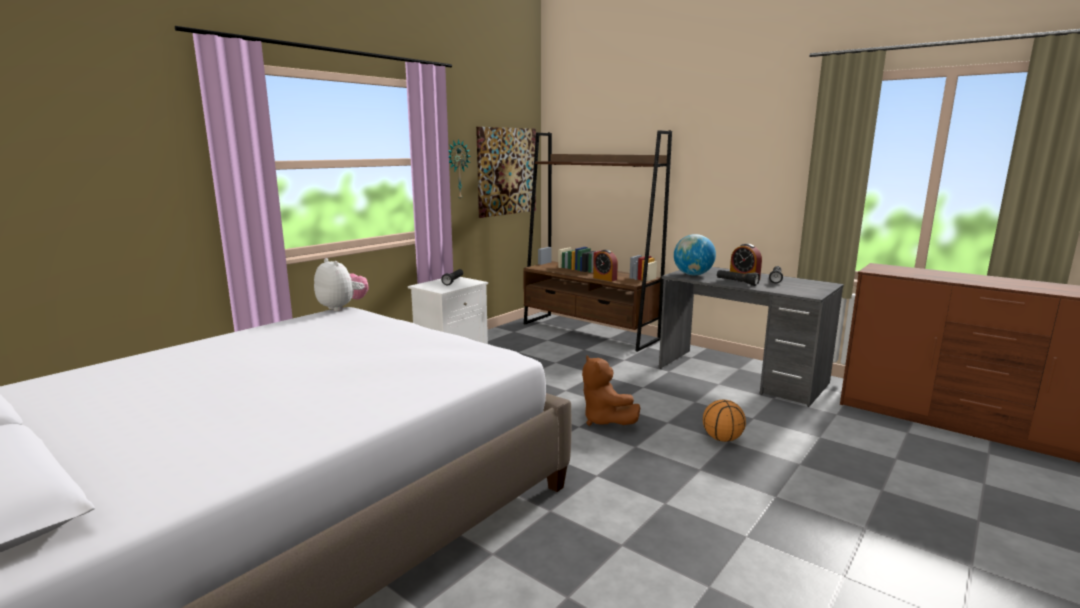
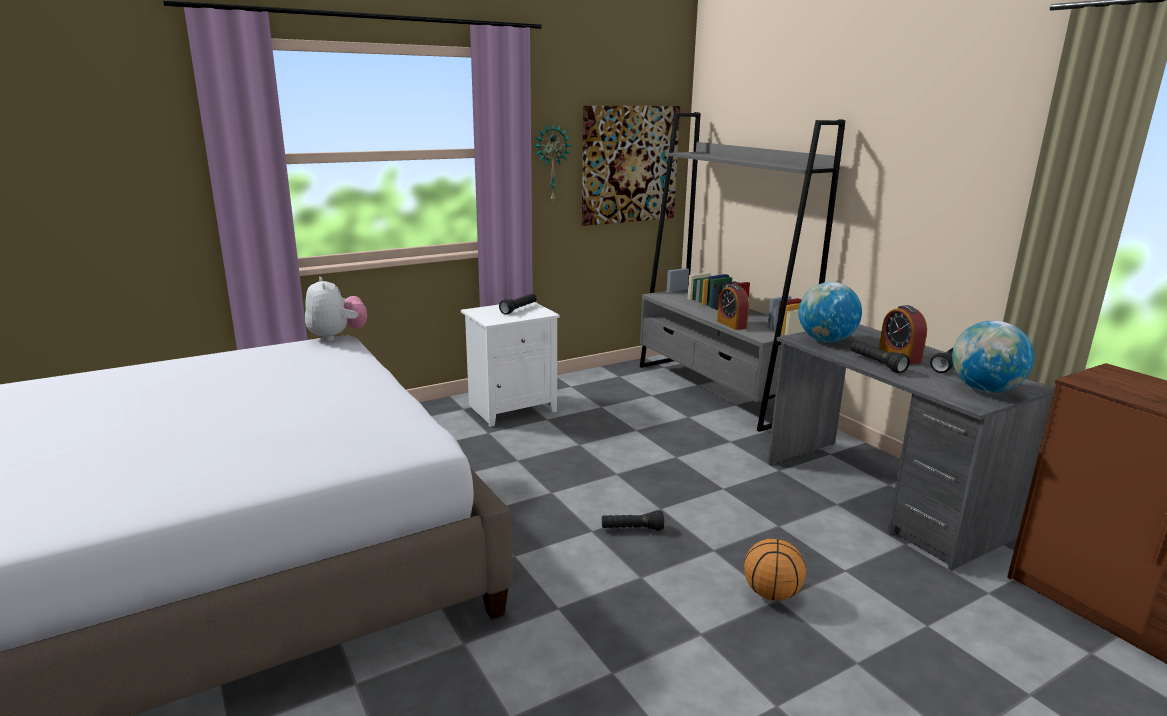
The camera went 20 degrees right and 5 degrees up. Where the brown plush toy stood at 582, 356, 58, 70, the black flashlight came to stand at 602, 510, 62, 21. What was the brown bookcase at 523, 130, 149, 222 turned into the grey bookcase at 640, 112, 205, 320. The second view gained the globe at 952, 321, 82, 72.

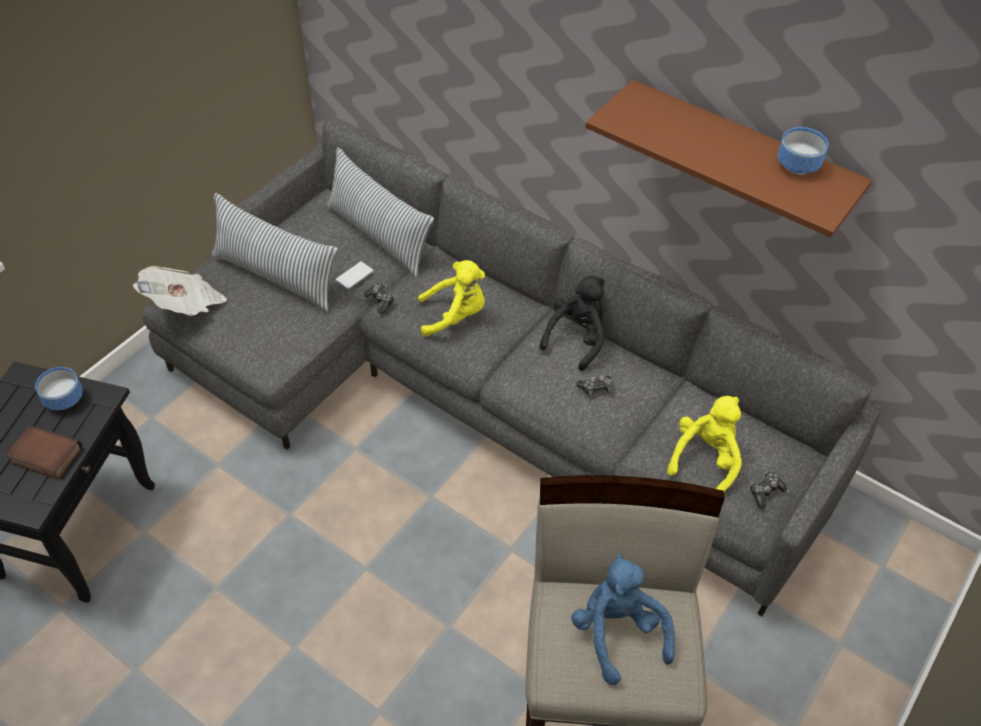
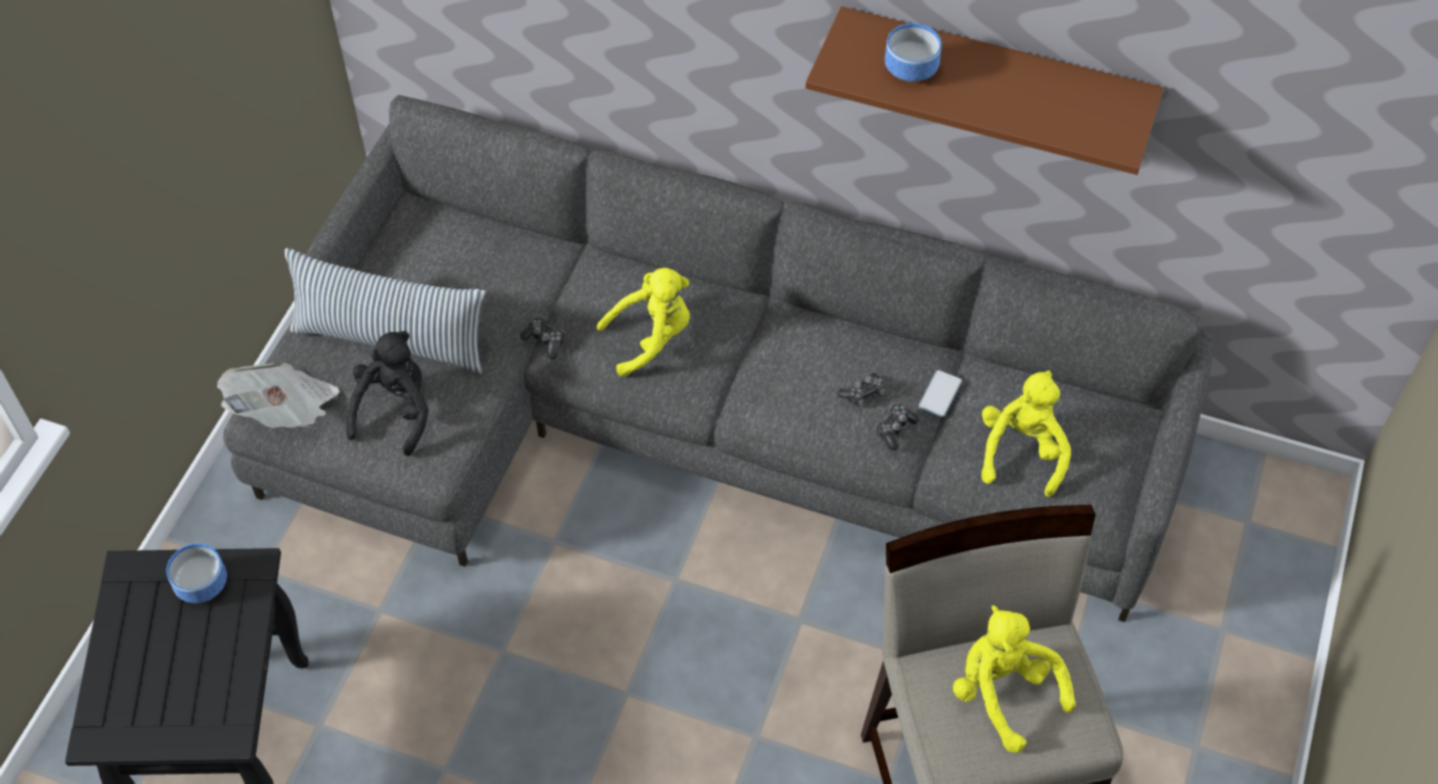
The camera went 15 degrees left and 5 degrees up. The black plush toy ended up elsewhere, having gone from 539, 276, 66, 95 to 346, 331, 83, 125. The game controller ended up elsewhere, having gone from 750, 471, 37, 37 to 876, 404, 43, 46. The bowl ended up elsewhere, having gone from 778, 127, 50, 48 to 885, 23, 57, 59. The phone ended up elsewhere, having gone from 335, 261, 39, 28 to 918, 370, 44, 47. What was the blue plush toy at 571, 554, 104, 131 turned into the yellow plush toy at 953, 605, 123, 148. The second view lost the book at 6, 425, 76, 54. The second view lost the pillow at 326, 148, 108, 130.

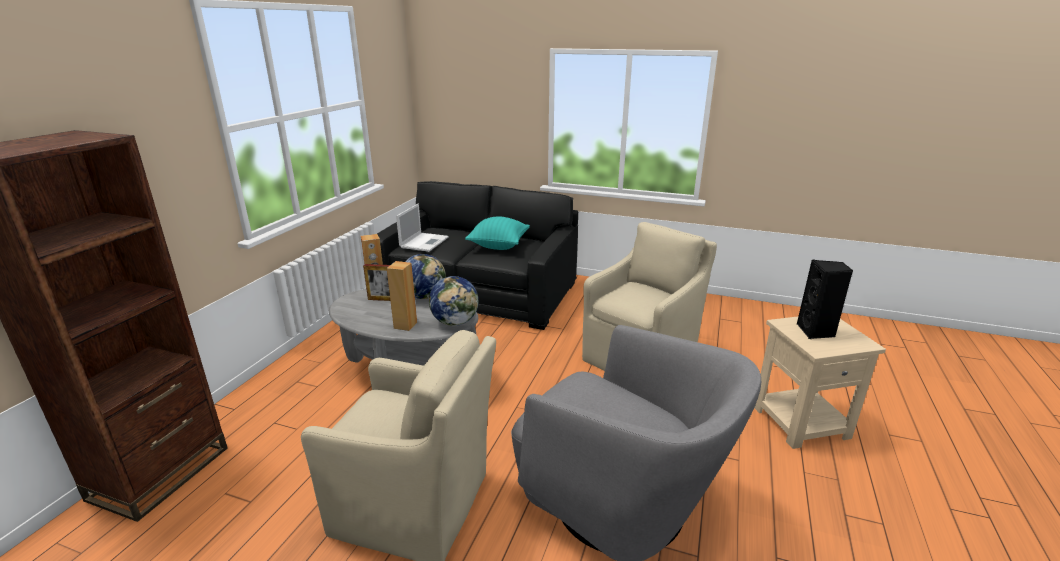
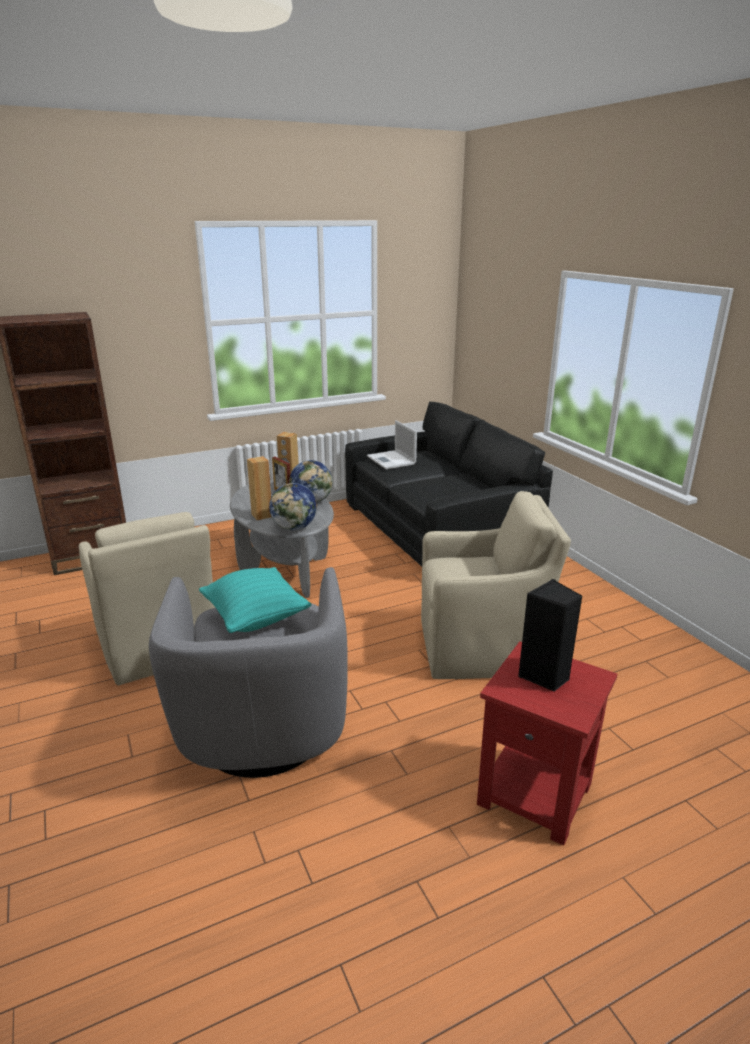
The camera went 45 degrees right and 0 degrees up. The turquoise pillow ended up elsewhere, having gone from 465, 217, 65, 33 to 199, 567, 113, 66. The laptop at 396, 204, 53, 48 ended up facing another way, 90 degrees clockwise from before. What was the beige side table at 754, 316, 132, 133 turned into the red side table at 477, 641, 140, 205.

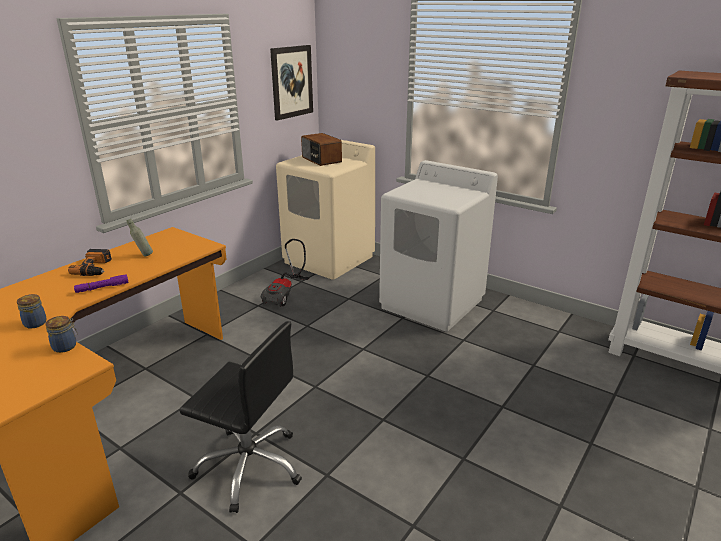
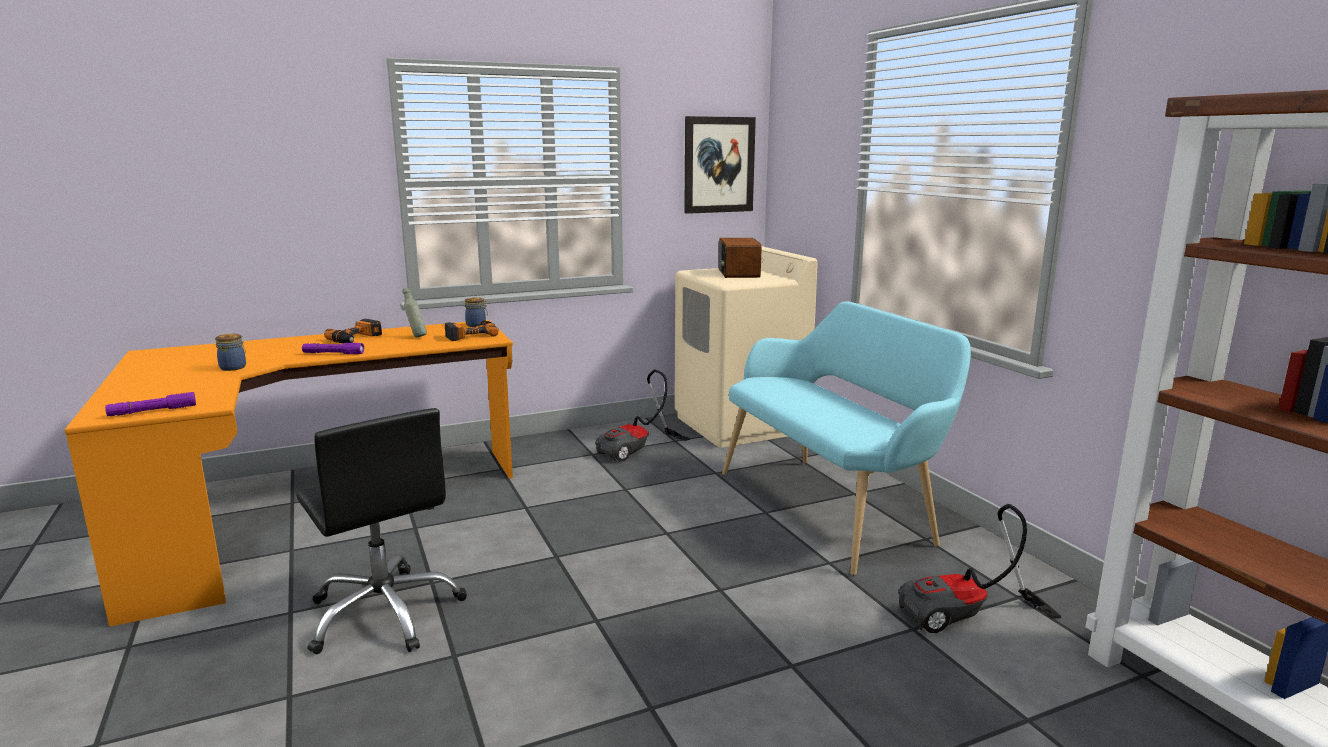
The camera went 30 degrees right and 10 degrees down. The second view gained the purple flashlight at 105, 392, 91, 24. The second view gained the power drill at 445, 320, 54, 21. The jar ended up elsewhere, having gone from 45, 316, 32, 37 to 465, 297, 23, 30. Where the white washing machine stood at 379, 160, 119, 171, the turquoise bench came to stand at 722, 301, 249, 274. The second view gained the vacuum cleaner at 898, 504, 163, 129.

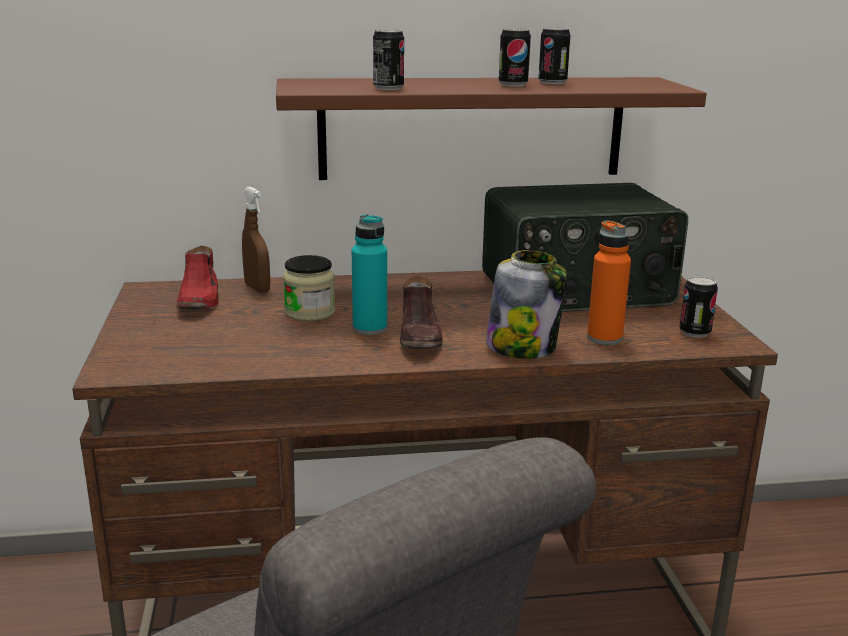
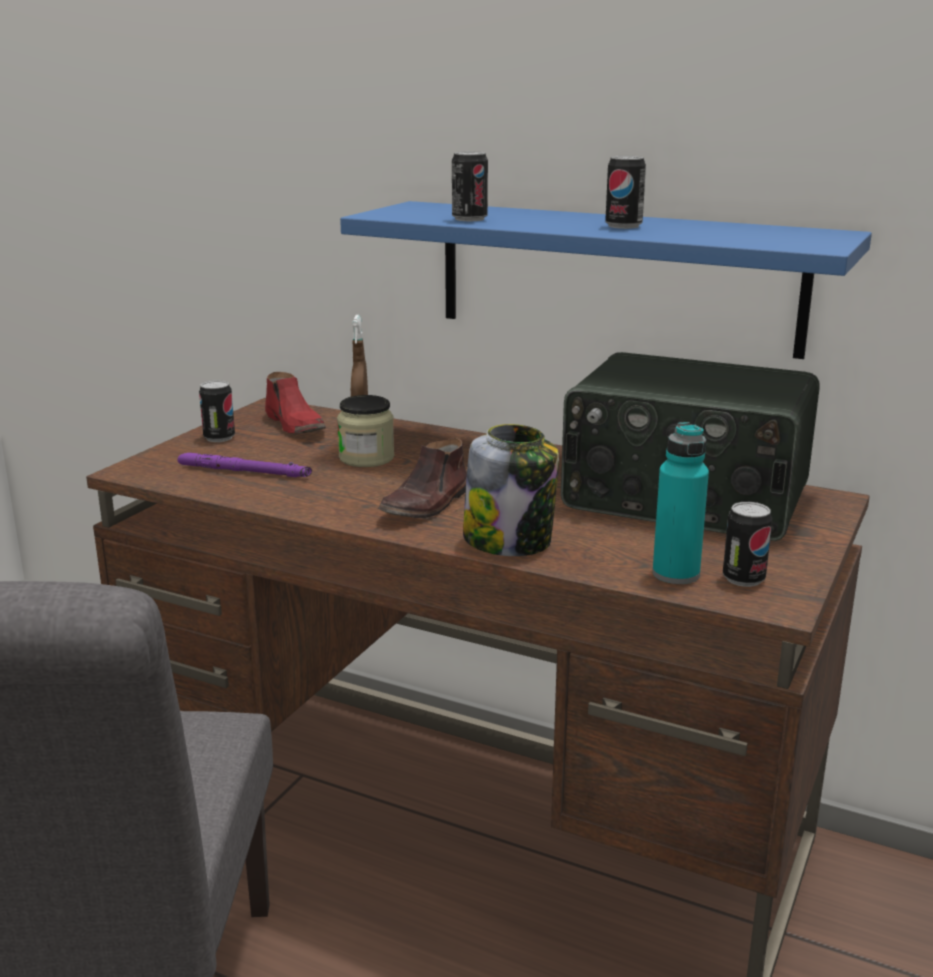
The camera went 35 degrees right and 0 degrees up. The second view gained the purple flashlight at 177, 453, 135, 24. The can ended up elsewhere, having gone from 538, 27, 32, 57 to 199, 380, 36, 62. The red shoe at 177, 246, 41, 63 ended up facing another way, 60 degrees counterclockwise from before. What was the brown shelf at 276, 77, 431, 103 turned into the blue shelf at 340, 201, 532, 158. The turquoise bottle ended up elsewhere, having gone from 352, 214, 35, 121 to 652, 422, 57, 162. The second view lost the orange bottle at 587, 220, 44, 125.

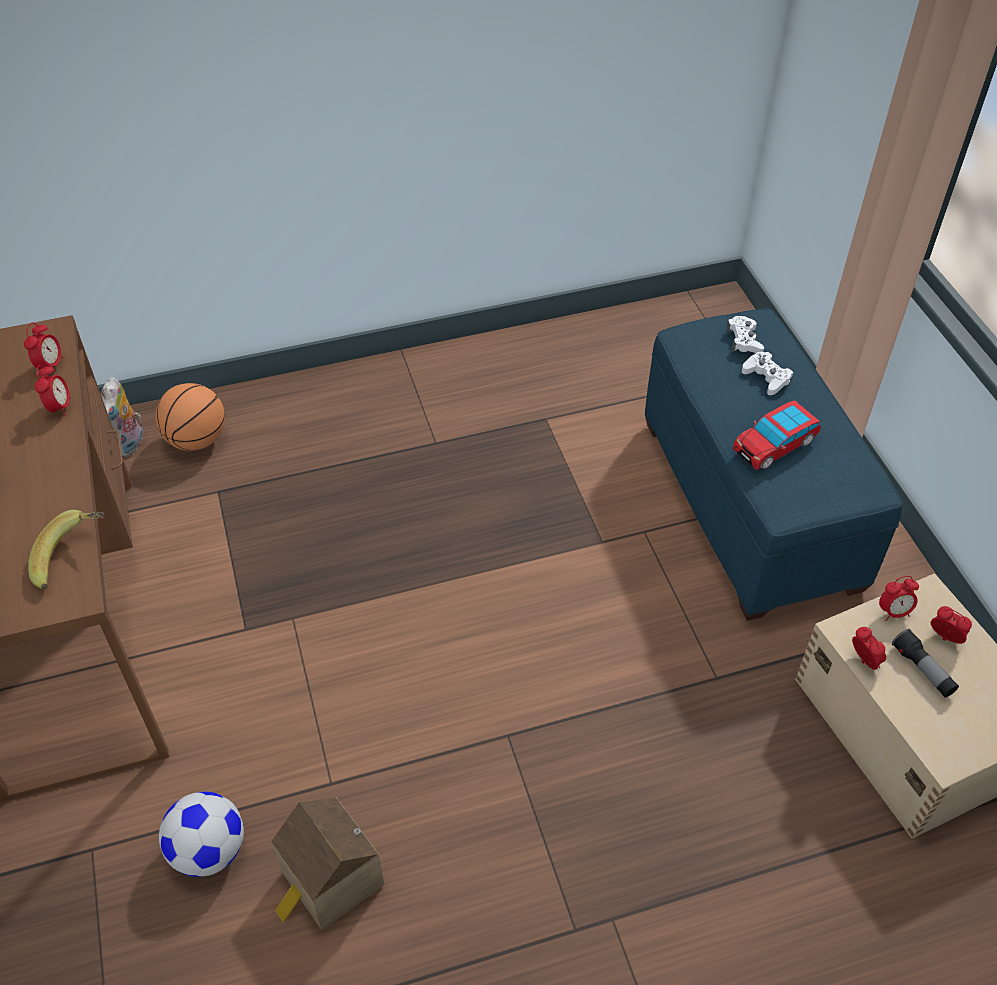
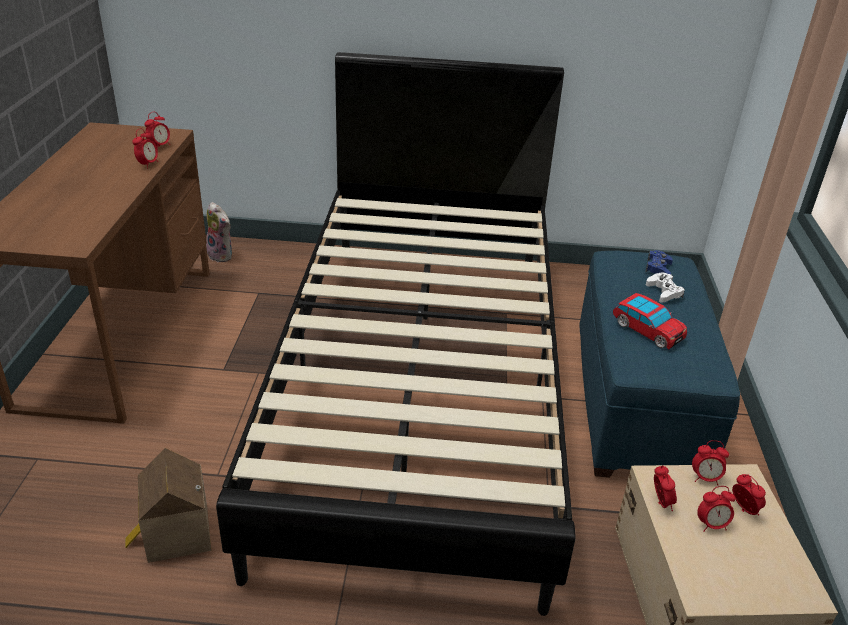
The camera went 20 degrees right and 15 degrees down. The plush toy at 101, 377, 42, 80 ended up facing another way, 75 degrees counterclockwise from before. The second view gained the black bed at 216, 52, 360, 564. The toy car at 733, 400, 88, 70 ended up facing another way, 120 degrees counterclockwise from before. What was the white game controller at 726, 316, 38, 37 turned into the blue game controller at 645, 250, 28, 24. Where the flashlight stood at 892, 629, 67, 69, the alarm clock came to stand at 697, 486, 39, 46. The second view lost the banana at 28, 510, 77, 80. The second view lost the basketball at 155, 383, 70, 68. The second view lost the football at 159, 792, 85, 85.

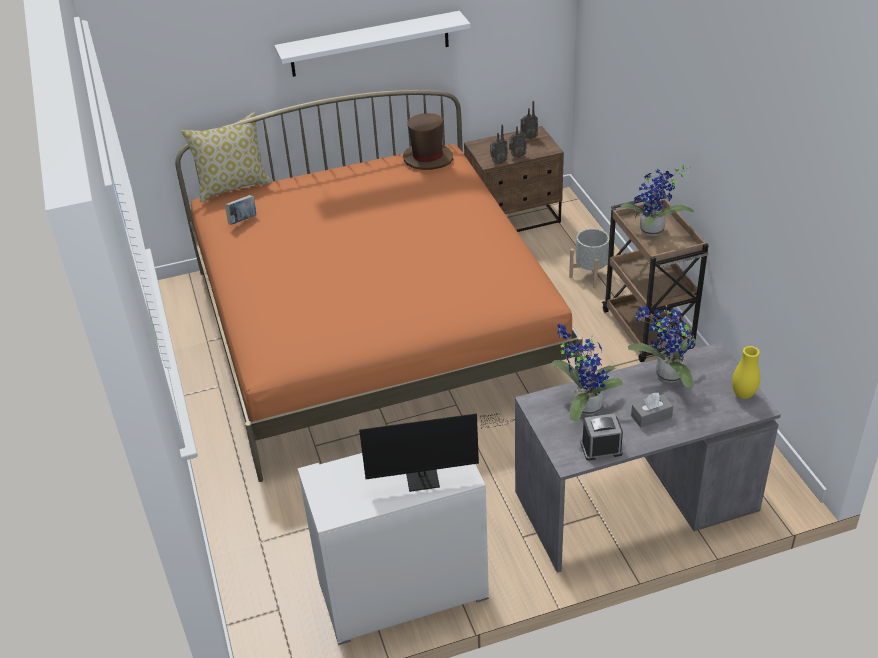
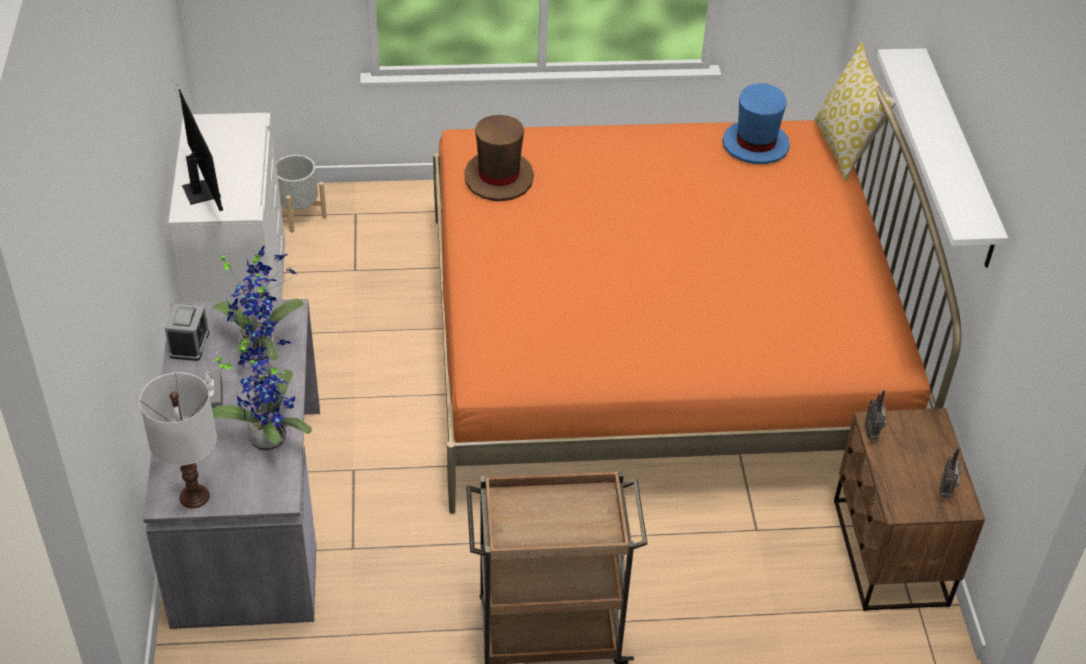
The camera went 100 degrees right and 5 degrees up. Where the yellow vase stood at 732, 346, 28, 53, the white table lamp came to stand at 139, 372, 78, 136. The monitor at 359, 413, 155, 79 ended up facing another way, 150 degrees clockwise from before. The grey planter ended up elsewhere, having gone from 569, 228, 46, 61 to 276, 155, 51, 78. The brown hat ended up elsewhere, having gone from 403, 113, 50, 57 to 465, 115, 69, 87. Where the book stood at 225, 195, 31, 30, the blue hat came to stand at 722, 83, 68, 81. The second view lost the radio at 509, 119, 18, 39. The second view lost the potted plant at 620, 165, 74, 71.

